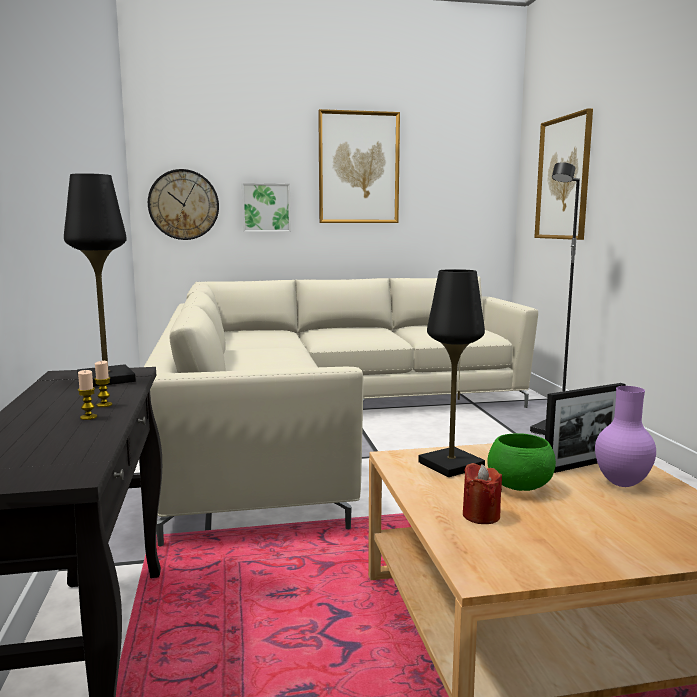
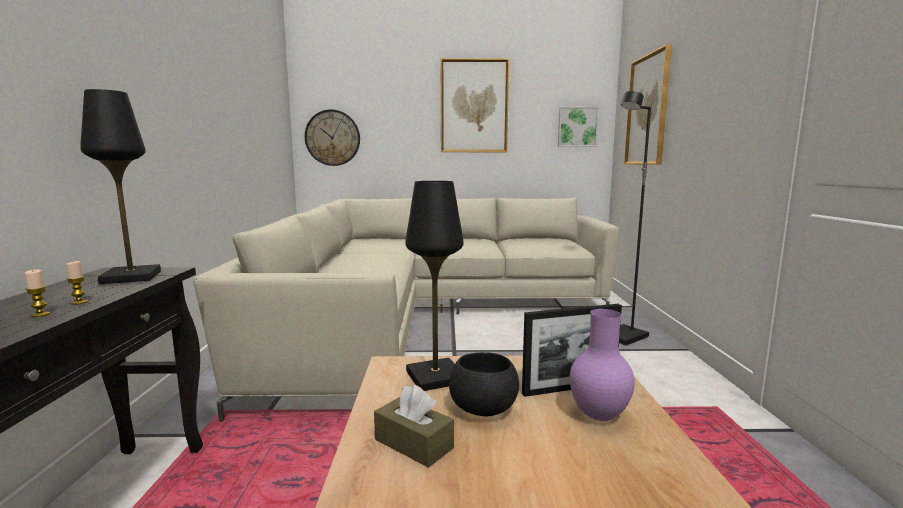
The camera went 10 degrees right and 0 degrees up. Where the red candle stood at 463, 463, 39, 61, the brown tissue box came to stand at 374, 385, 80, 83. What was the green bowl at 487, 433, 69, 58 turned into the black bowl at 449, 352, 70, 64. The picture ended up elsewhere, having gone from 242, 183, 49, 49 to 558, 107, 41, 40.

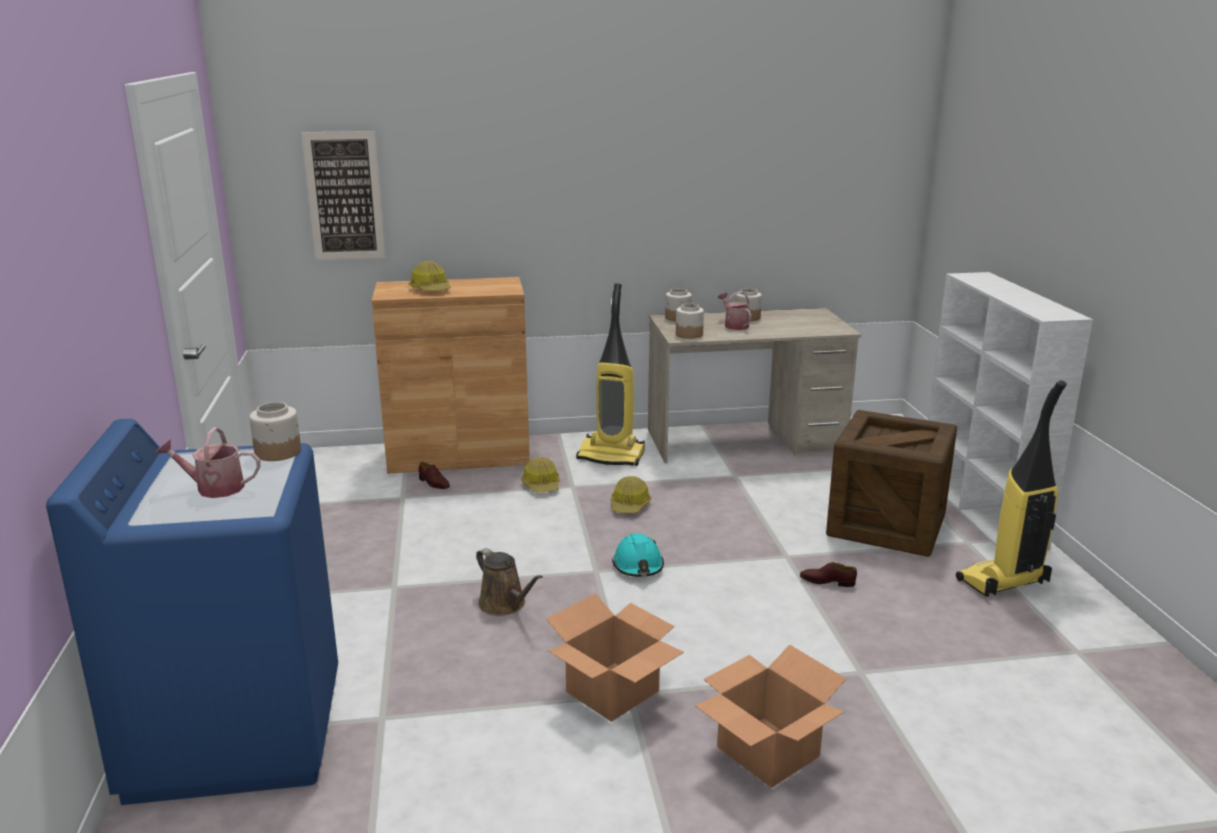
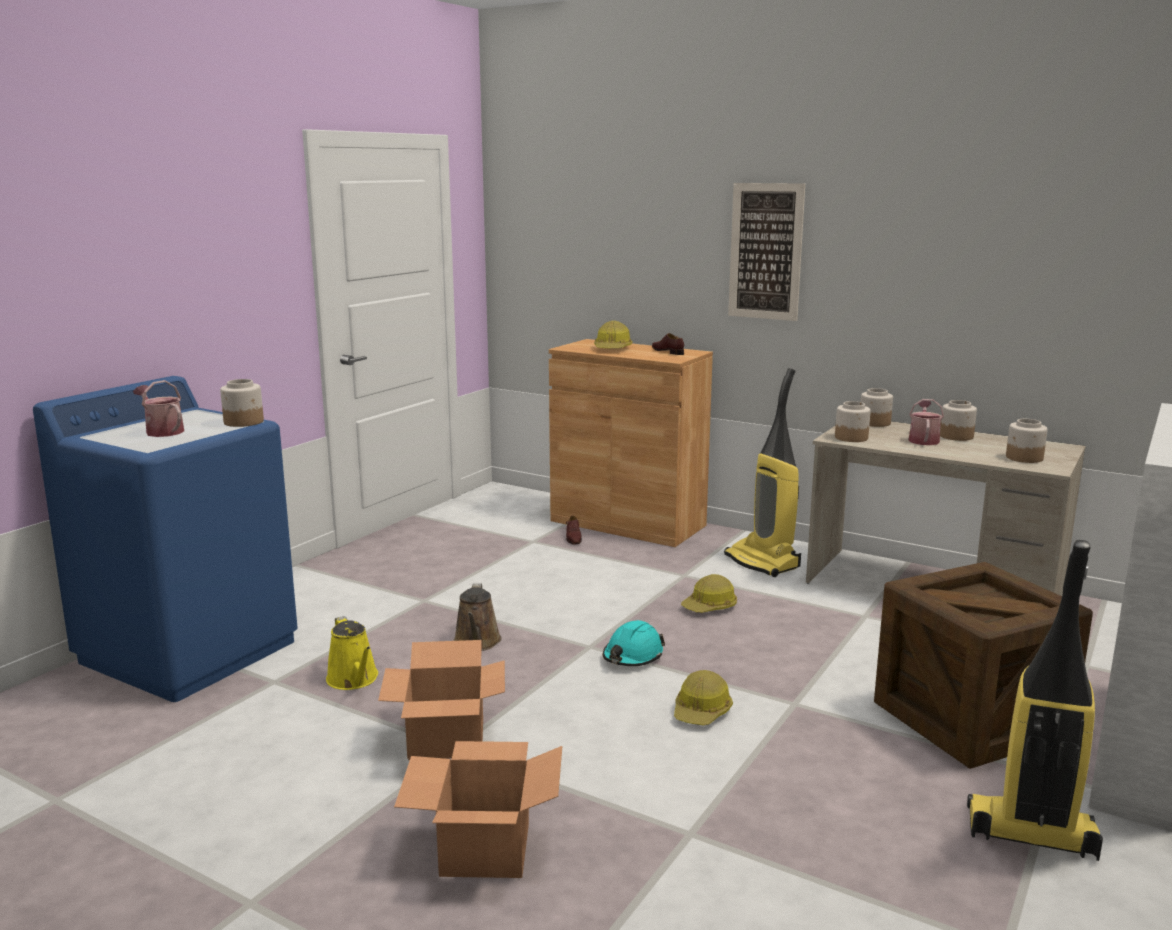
The camera went 40 degrees right and 5 degrees down. The second view gained the yellow watering can at 326, 616, 52, 74. The brown shoe ended up elsewhere, having gone from 800, 562, 57, 25 to 652, 333, 32, 22. The hard hat ended up elsewhere, having gone from 521, 457, 39, 35 to 674, 670, 59, 56. The picture ended up elsewhere, having gone from 301, 131, 84, 129 to 728, 183, 77, 138. The second view gained the jar at 1006, 419, 42, 44.

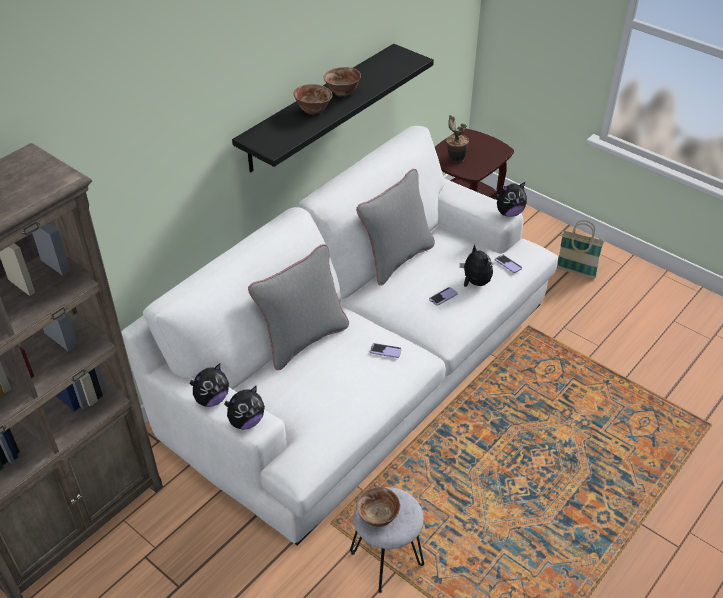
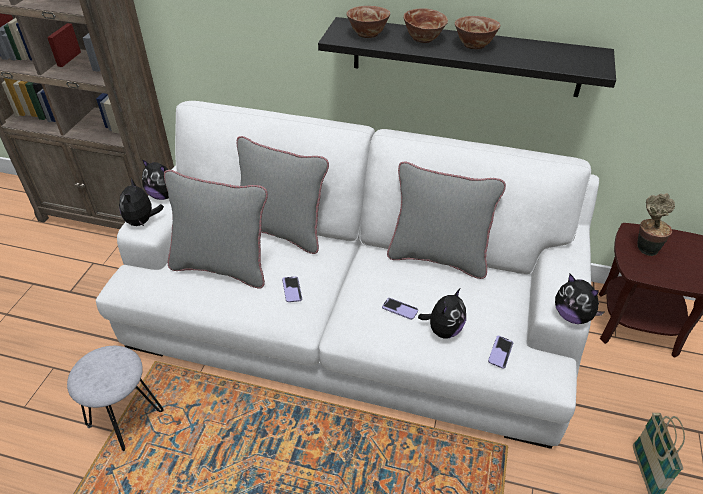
The camera went 65 degrees right and 0 degrees up. The plush toy at 224, 385, 41, 45 ended up facing another way, 60 degrees clockwise from before. The second view gained the grey pillow at 164, 170, 104, 119. The bowl ended up elsewhere, having gone from 356, 487, 44, 40 to 347, 6, 43, 32.

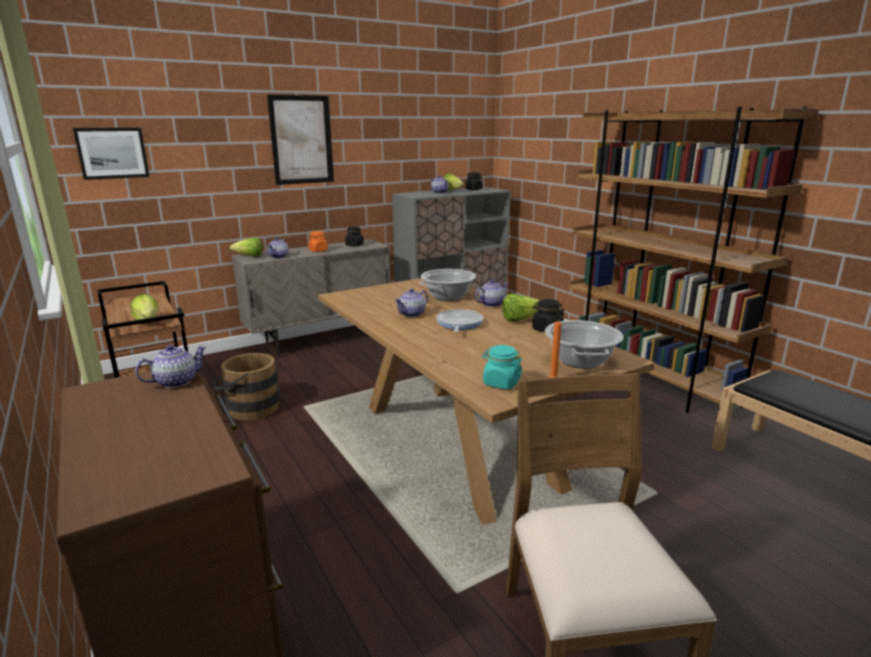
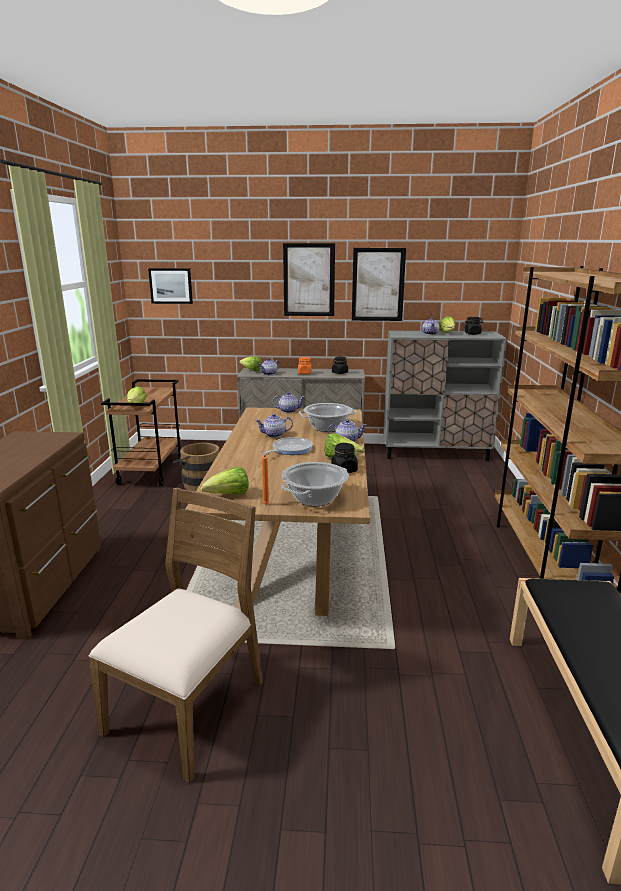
The camera went 35 degrees right and 0 degrees up. Where the turquoise jar stood at 482, 345, 41, 44, the lettuce came to stand at 201, 467, 48, 28. The teapot ended up elsewhere, having gone from 135, 344, 72, 44 to 272, 392, 33, 21. The second view gained the picture at 352, 248, 54, 73.

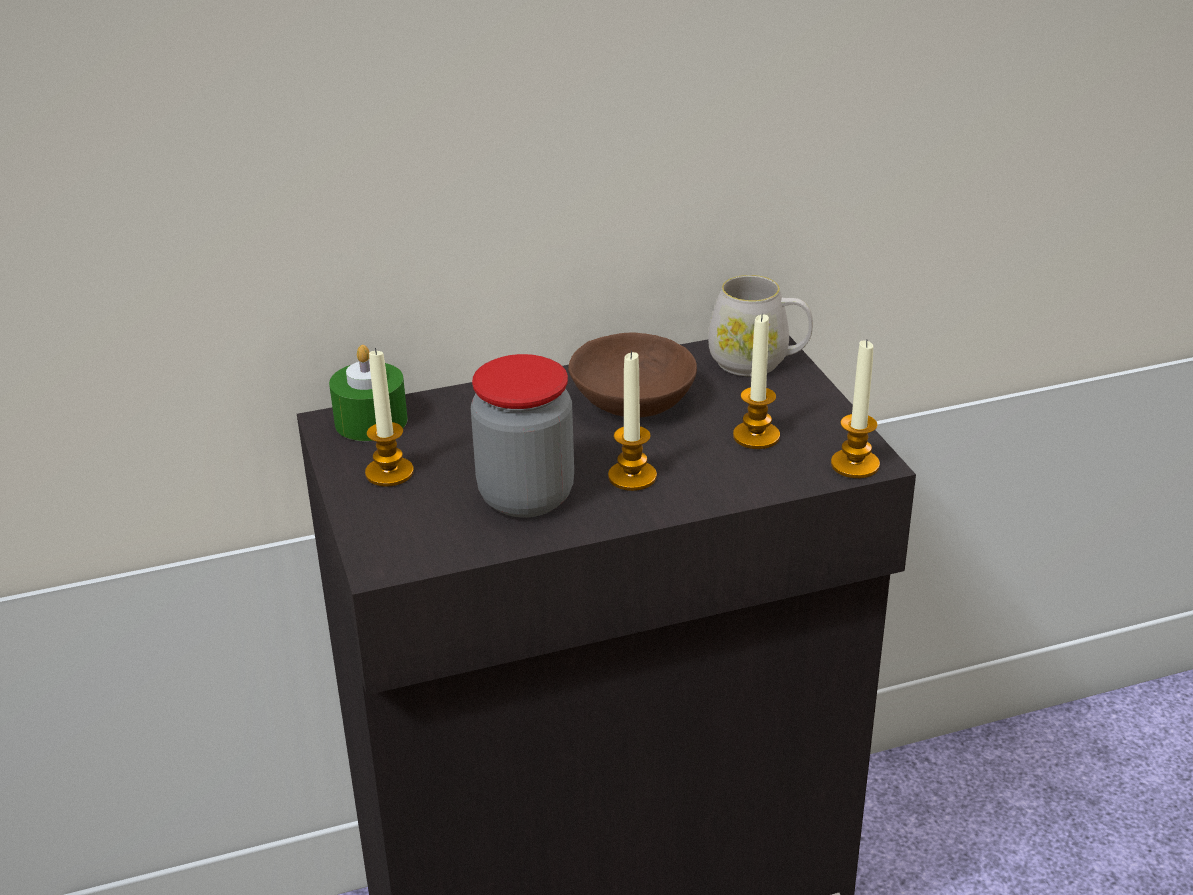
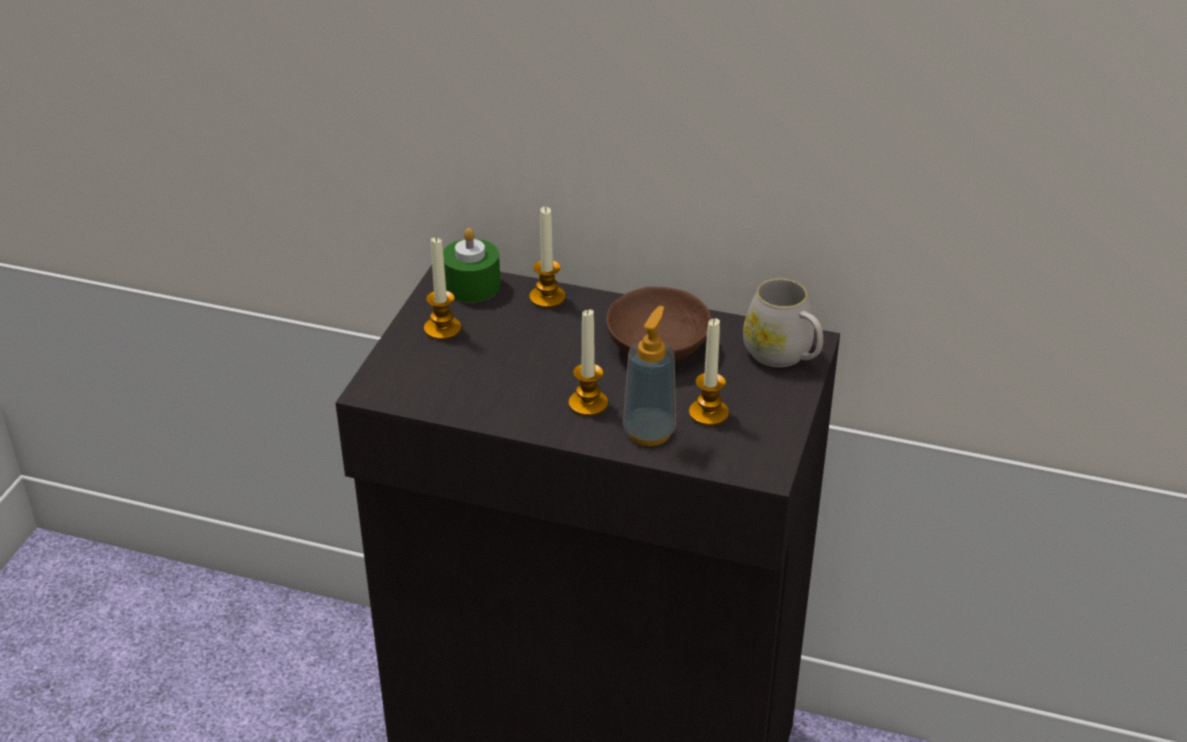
The camera went 35 degrees right and 5 degrees up. The candle ended up elsewhere, having gone from 831, 340, 49, 138 to 529, 206, 37, 102. The second view gained the soap dispenser at 623, 306, 53, 140. The second view lost the jar at 471, 354, 103, 164.

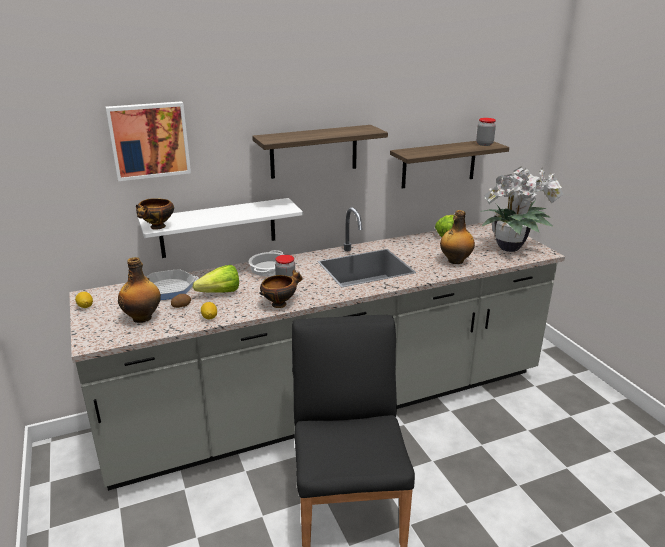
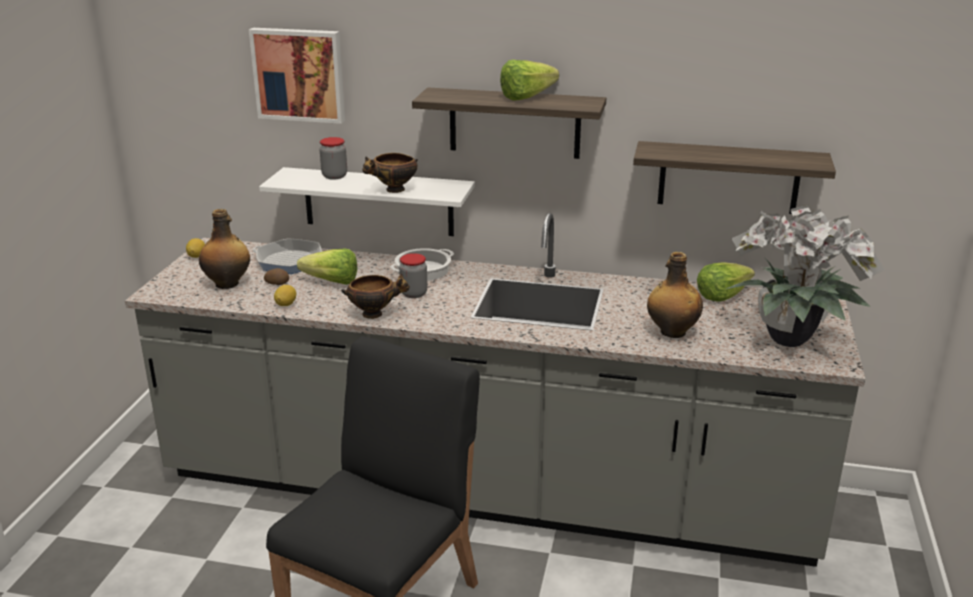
The camera went 35 degrees right and 0 degrees up. The jar ended up elsewhere, having gone from 476, 118, 20, 28 to 320, 137, 27, 43. The bowl ended up elsewhere, having gone from 136, 198, 38, 32 to 362, 153, 56, 40. The second view gained the lettuce at 500, 60, 59, 41.

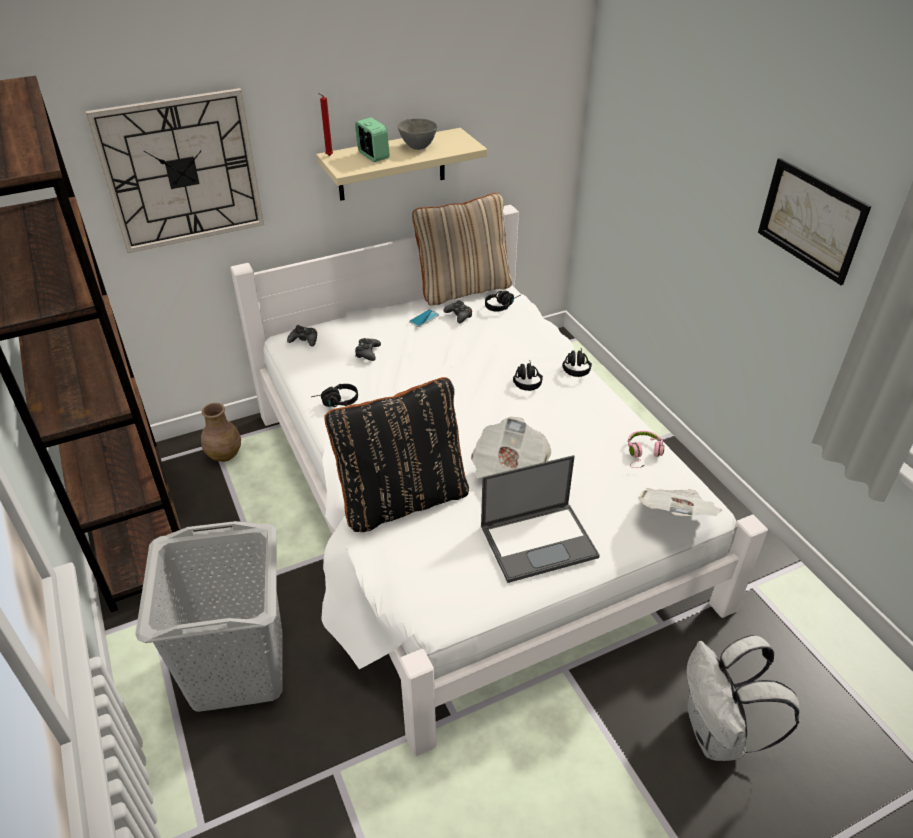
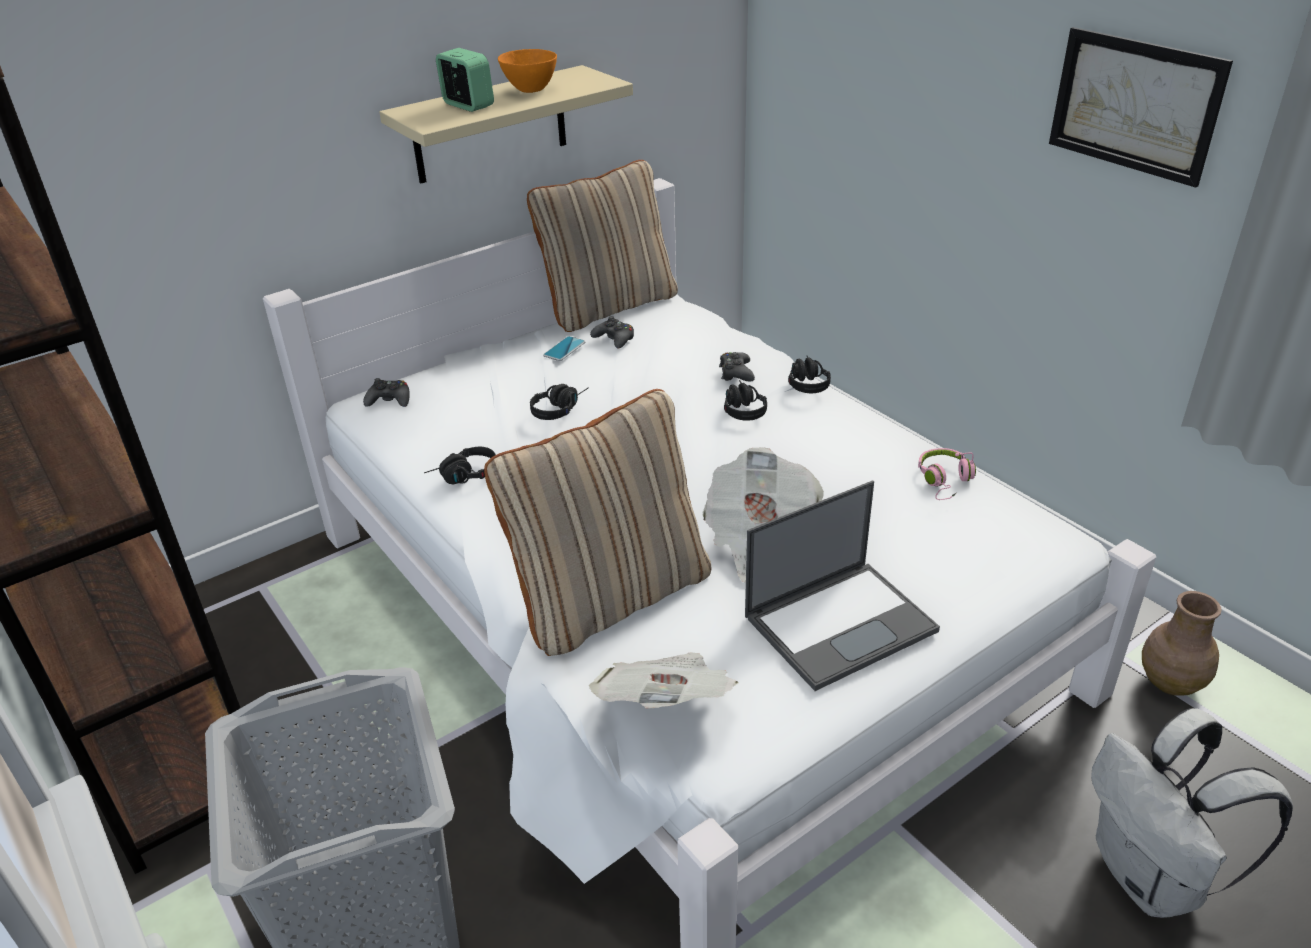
The camera went 10 degrees left and 5 degrees down. What was the black pillow at 324, 377, 145, 155 turned into the beige pillow at 484, 389, 227, 267. What was the grey bowl at 398, 118, 39, 32 turned into the orange bowl at 498, 49, 59, 44. The black headphones ended up elsewhere, having gone from 485, 291, 36, 20 to 530, 384, 58, 36. The newspaper ended up elsewhere, having gone from 638, 488, 85, 28 to 589, 652, 150, 56. The black game controller ended up elsewhere, having gone from 355, 338, 26, 23 to 719, 352, 36, 29. The brown vase ended up elsewhere, having gone from 201, 403, 40, 59 to 1142, 591, 79, 104. The second view lost the wall clock at 85, 88, 179, 165. The second view lost the red candle at 318, 93, 15, 63.

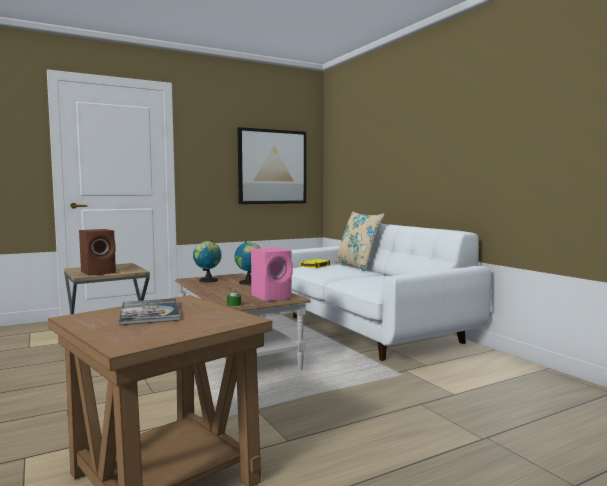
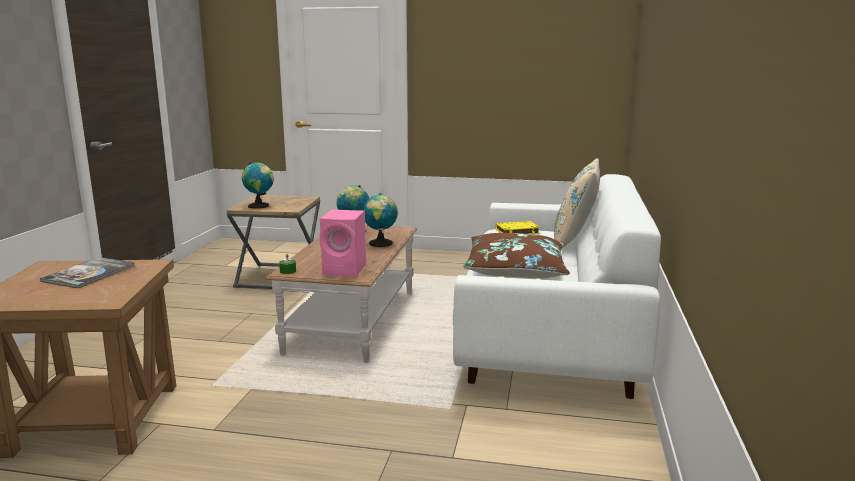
The camera went 40 degrees right and 10 degrees up. Where the brown speaker stood at 79, 229, 37, 47, the globe came to stand at 242, 162, 32, 47. The second view gained the brown pillow at 464, 233, 106, 45. The second view lost the picture at 238, 127, 68, 77.

